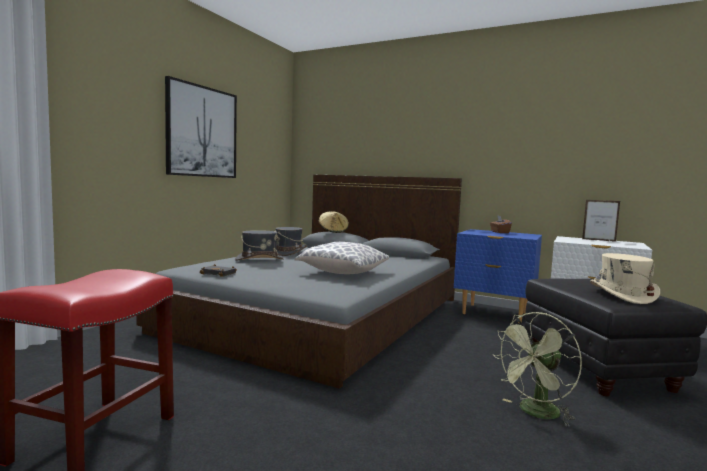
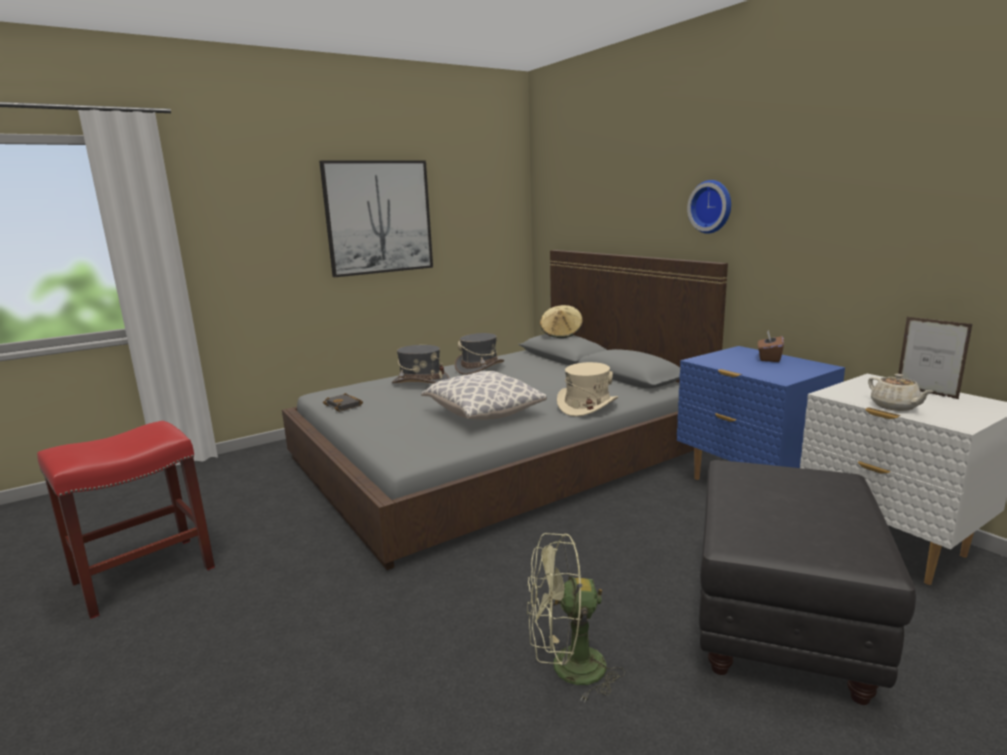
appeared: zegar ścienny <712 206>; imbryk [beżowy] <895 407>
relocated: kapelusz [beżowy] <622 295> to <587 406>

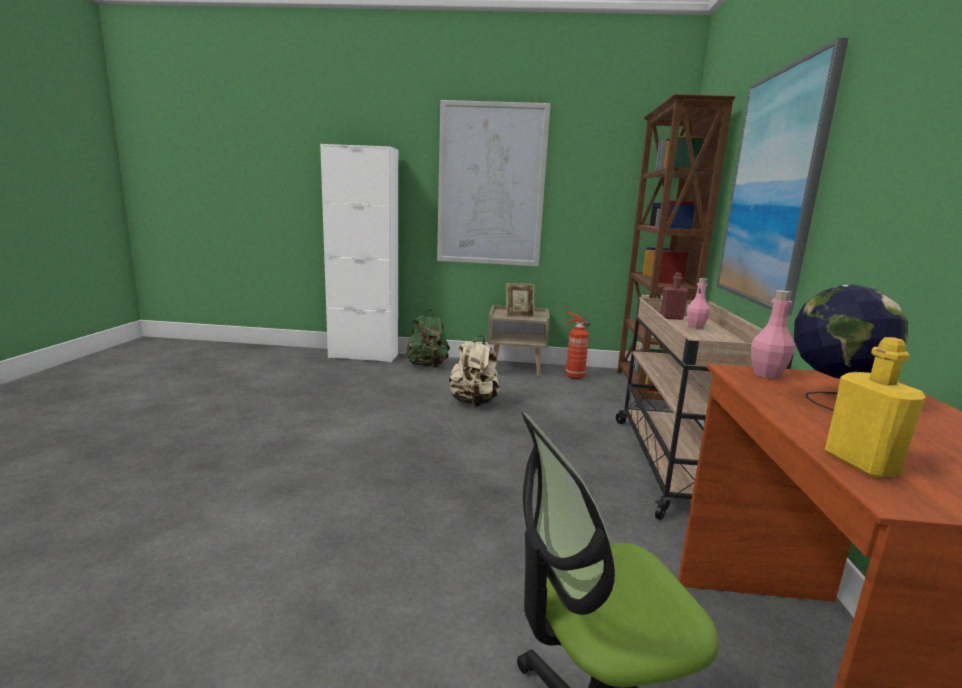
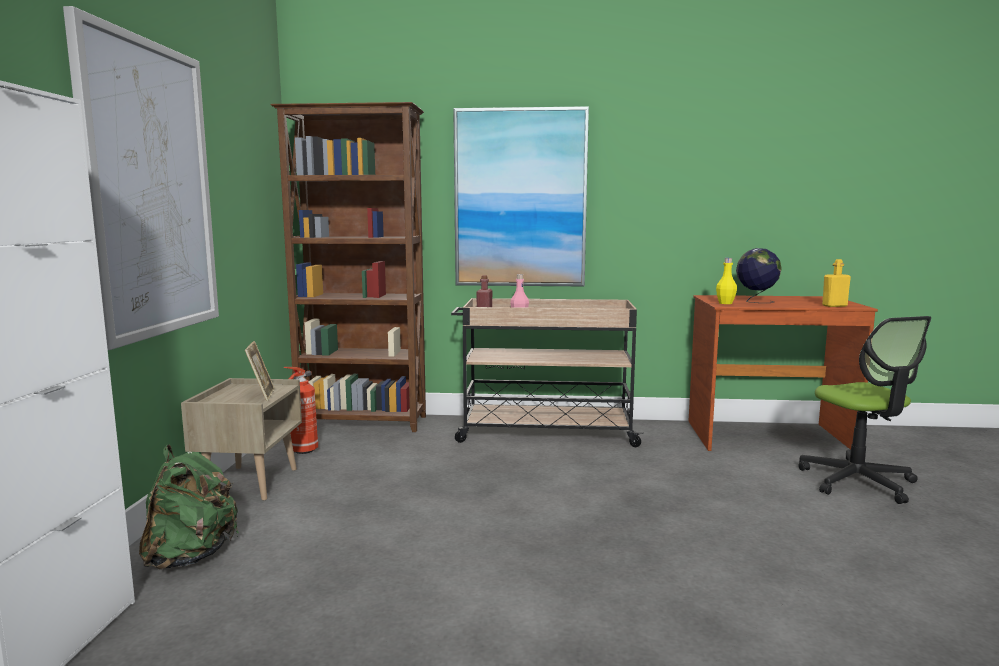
missing: plecak [beżowy] <474 403>
colour: butelka [różowy] <767 375> to butelka [żółty] <725 303>

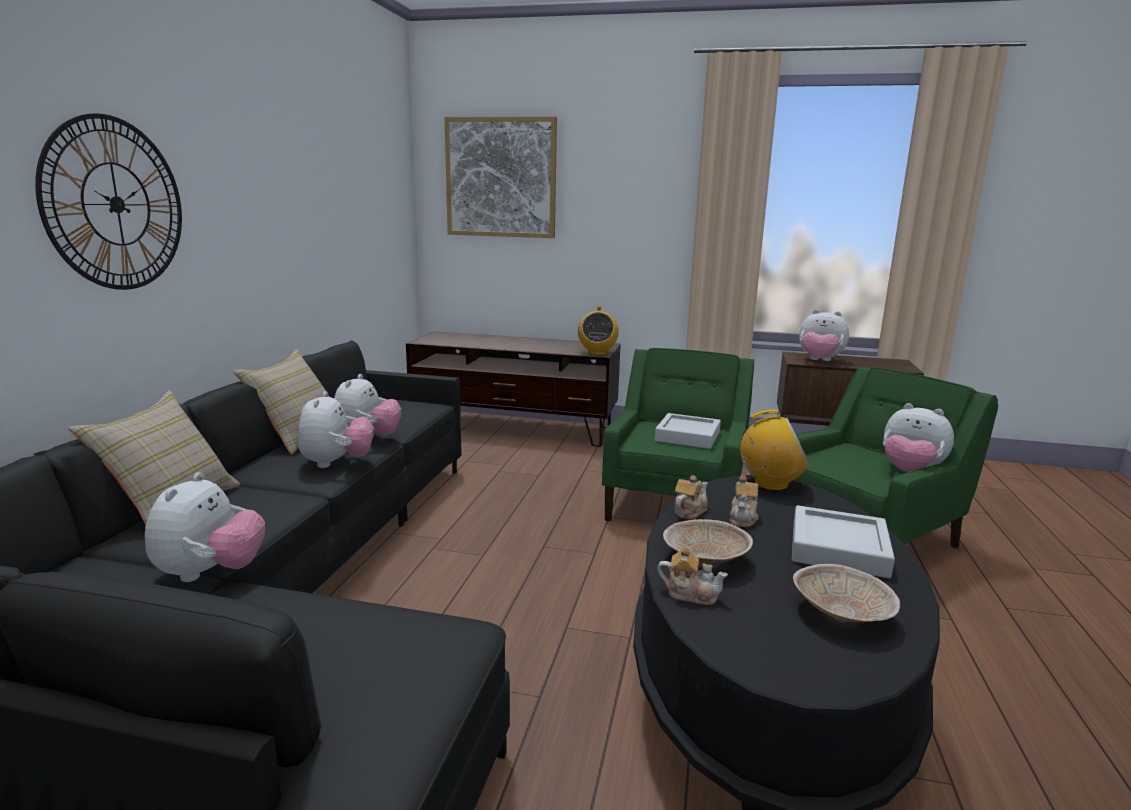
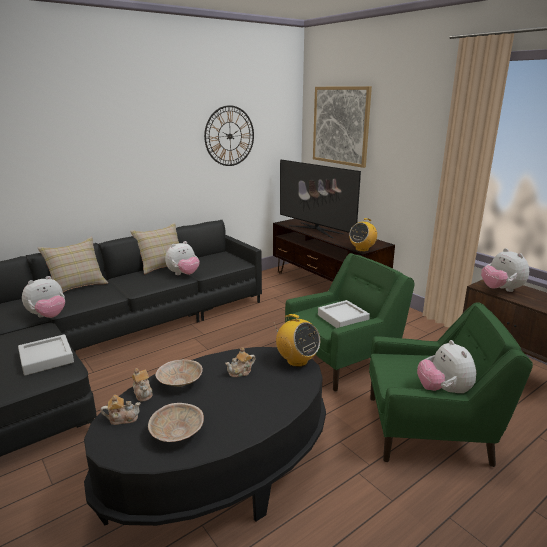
missing: pluszak <336 463>
appeared: telewizor <315 229>
relocated: taca [szary] <838 549> to <46 358>; imbryk <689 511> to <122 418>; zegar ścienny <116 204> to <229 136>

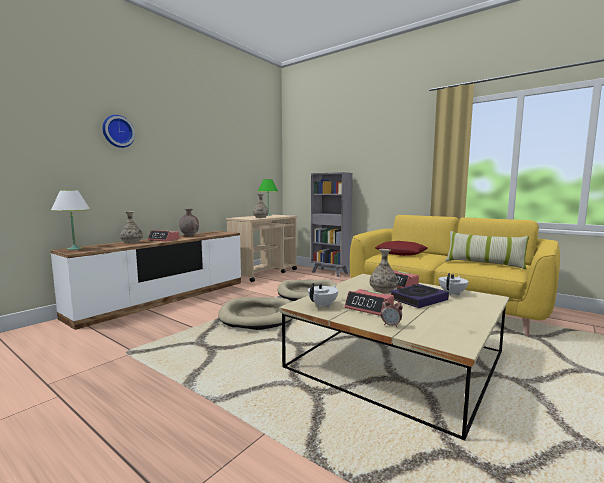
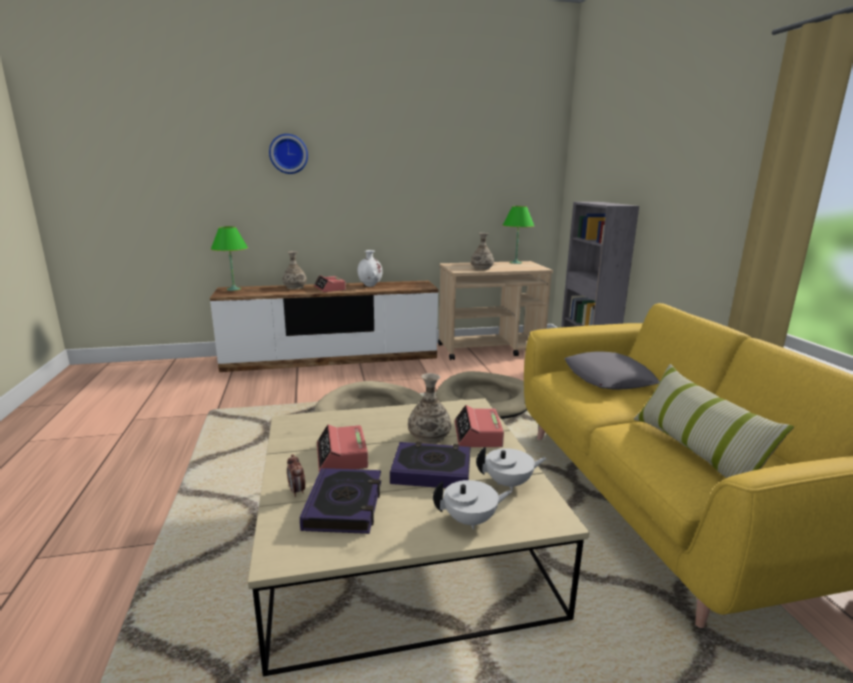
appeared: książka <344 505>
relocated: imbryk [biały] <323 305> to <471 520>
colour: lampa stołowa [biały] <74 248> to lampa stołowa [zielony] <233 289>; wazon [brązowy] <189 236> to wazon [biały] <370 286>; poduszka [czerwony] <401 253> to poduszka [szary] <608 378>

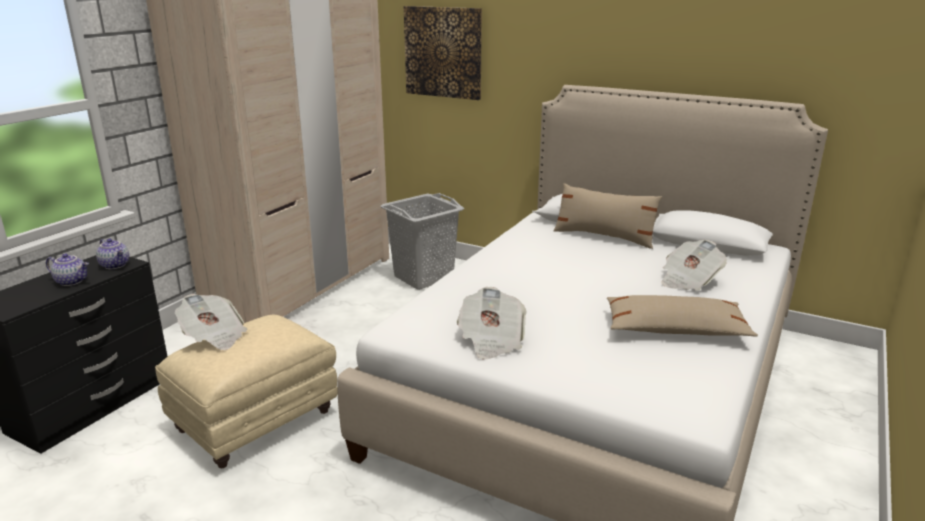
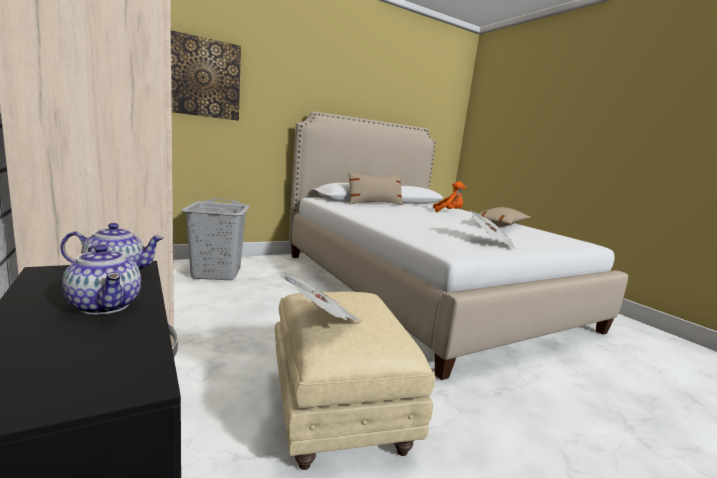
exchanged: gazeta <688 280> to pluszak [pomarańczowy] <448 212>
spun: imbryk <72 281> = <107 306> 90 degrees clockwise

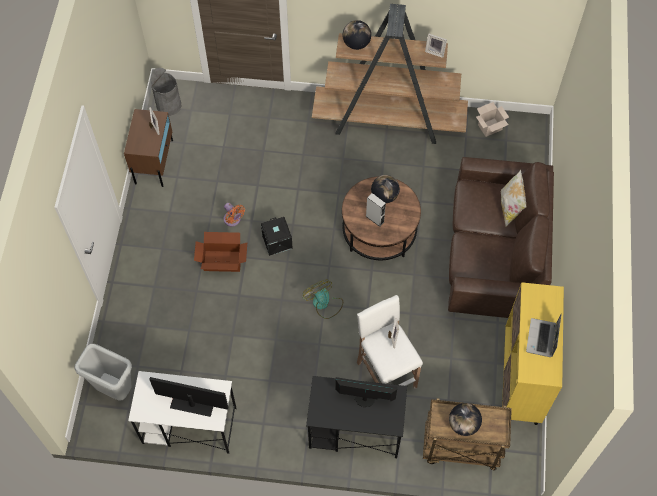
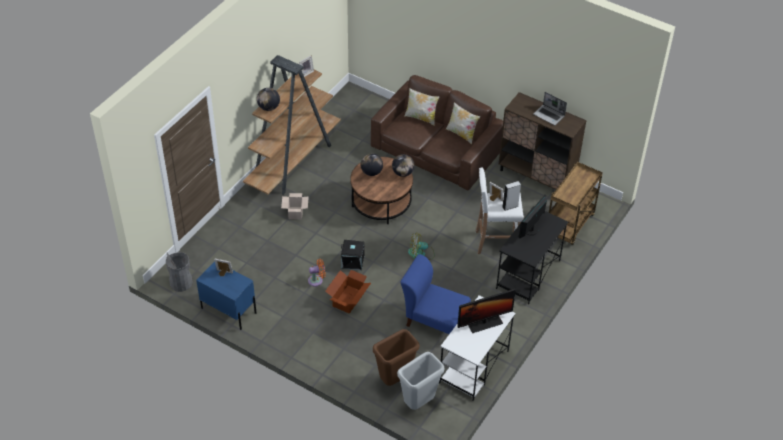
appeared: kosz na śmieci [brązowy] <395 380>; krzesło [niebieski] <434 320>; poduszka <461 134>
relocated: karton <490 127> to <295 213>; globus <463 424> to <403 173>; głośnik [szary] <375 219> to <510 206>
colour: szafka nocna [brązowy] <154 161> to szafka nocna [niebieski] <228 310>; szafka [żółty] <521 378> to szafka [brązowy] <536 176>
spun: monitor <192 403> = <484 322> 150 degrees counterclockwise

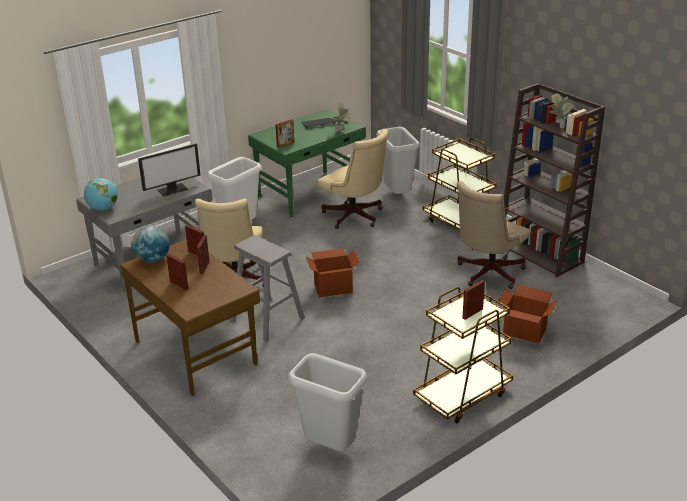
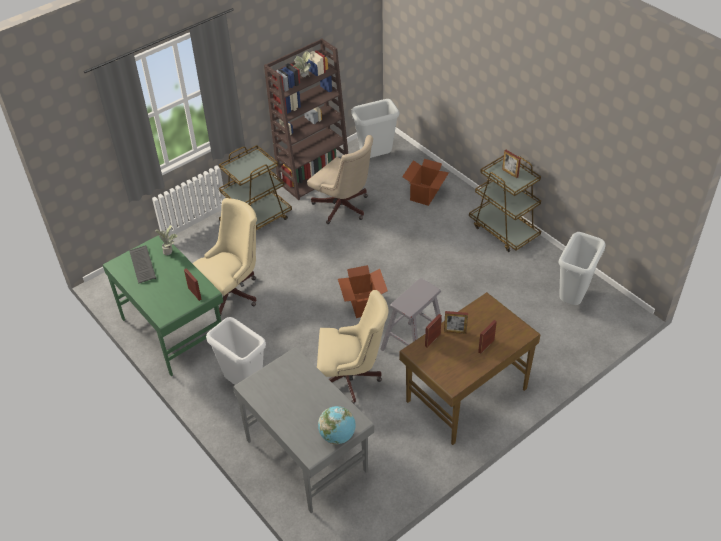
missing: globus <153 259>; monitor <173 189>
relocated: kosz na śmieci [szary] <398 195> to <376 157>

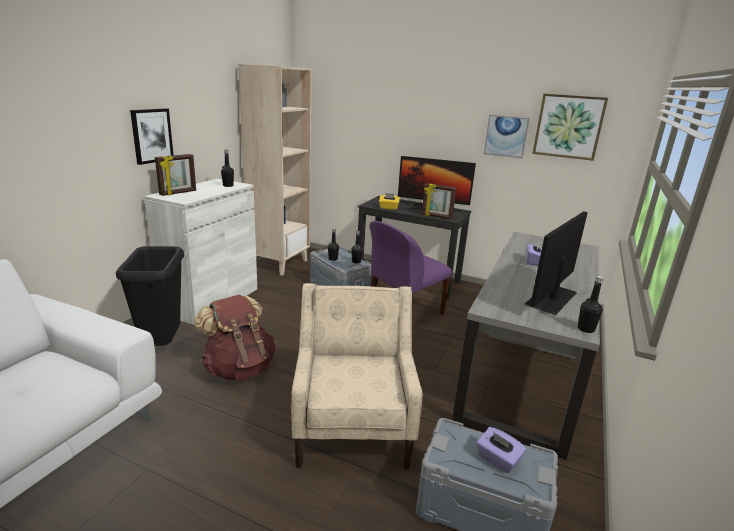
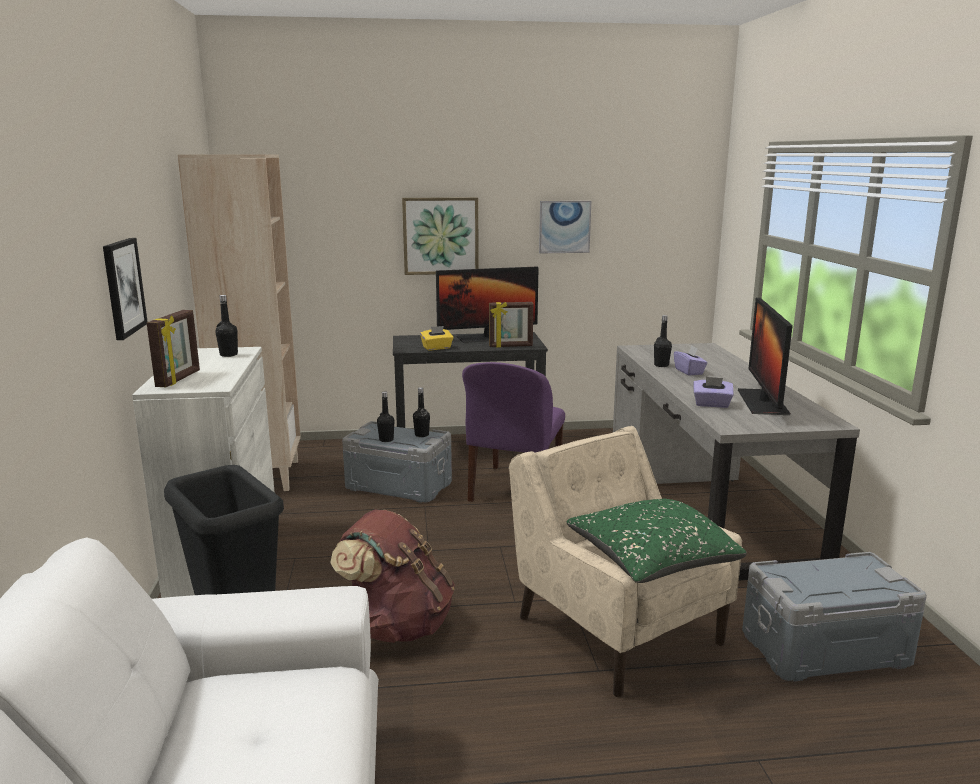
appeared: poduszka [zielony] <651 561>
relocated: obraz <568 126> to <440 236>; butelka [czarny] <586 329> to <661 365>; pudełko chusteczek [fioletowy] <498 460> to <711 404>

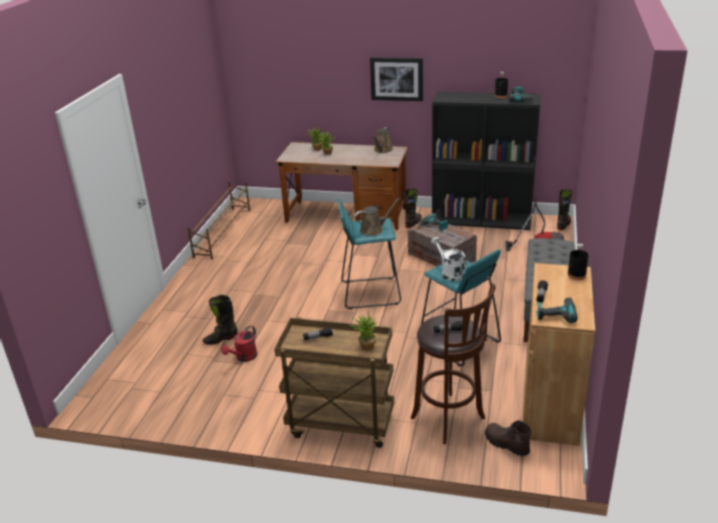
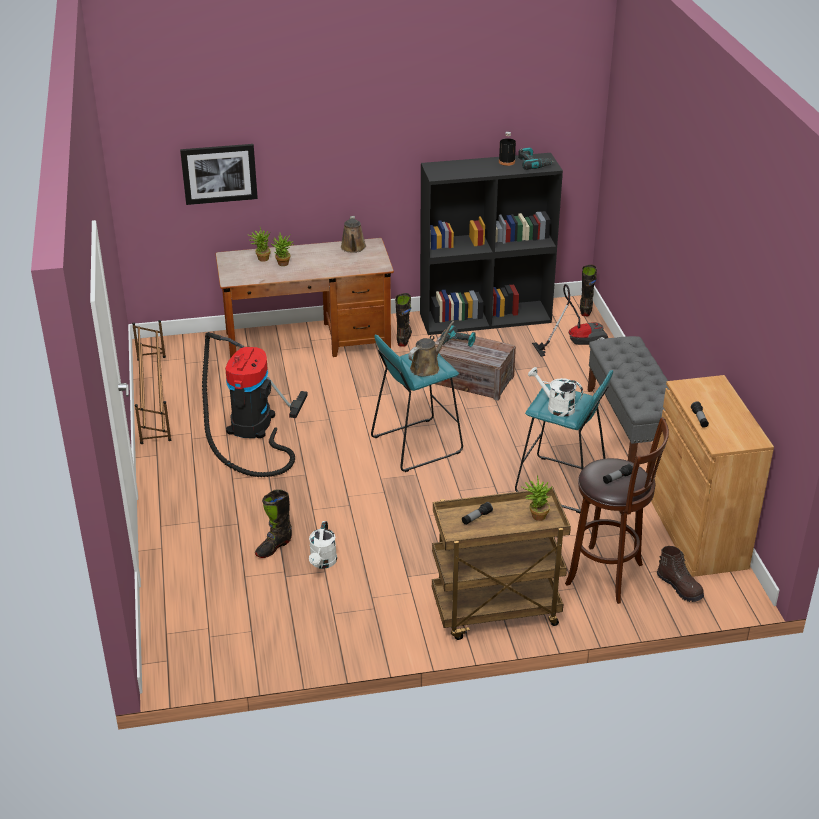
missing: wiertarka <555 314>; butelka [czarny] <576 275>
appeared: odkurzacz <250 428>
relocated: obraz <396 79> to <219 173>
colour: konewka [czerwony] <244 357> to konewka [biały] <322 563>
spun: but z cholewką [brązowy] <506 444> = <680 587> 150 degrees counterclockwise

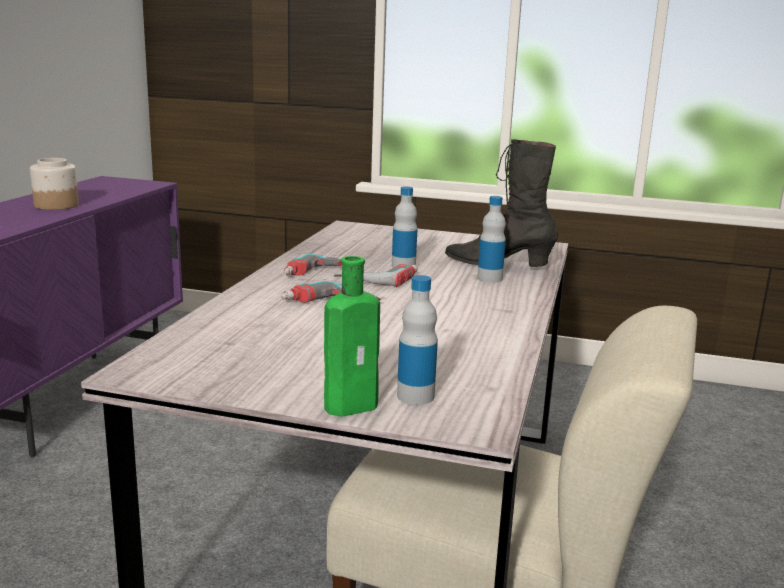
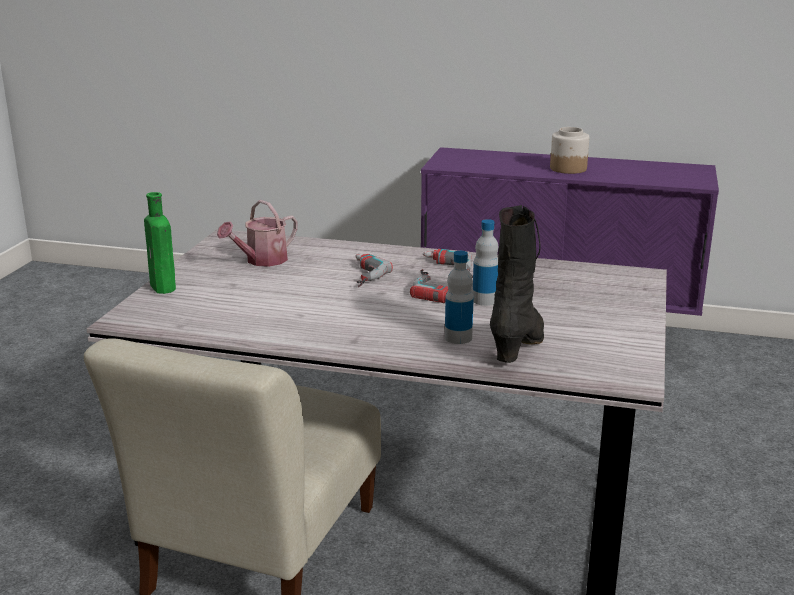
missing: butelka <415 396>
appeared: konewka <261 261>

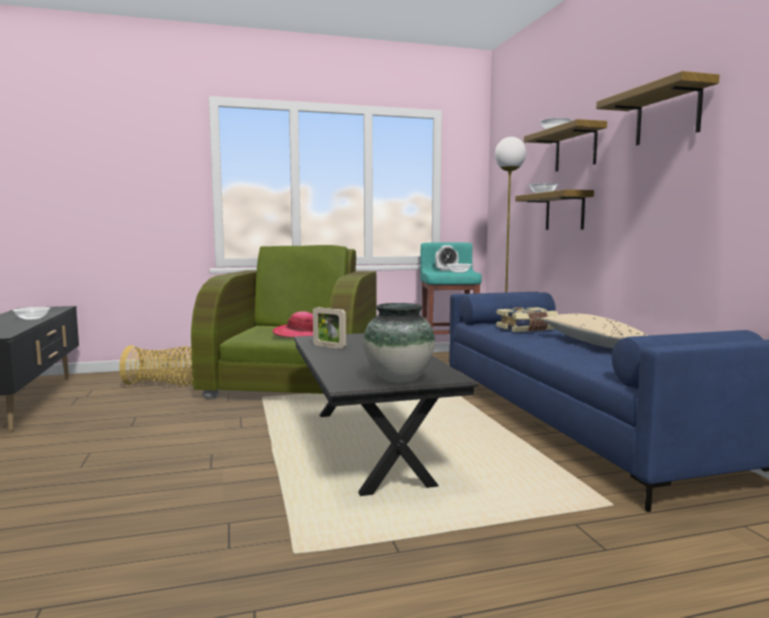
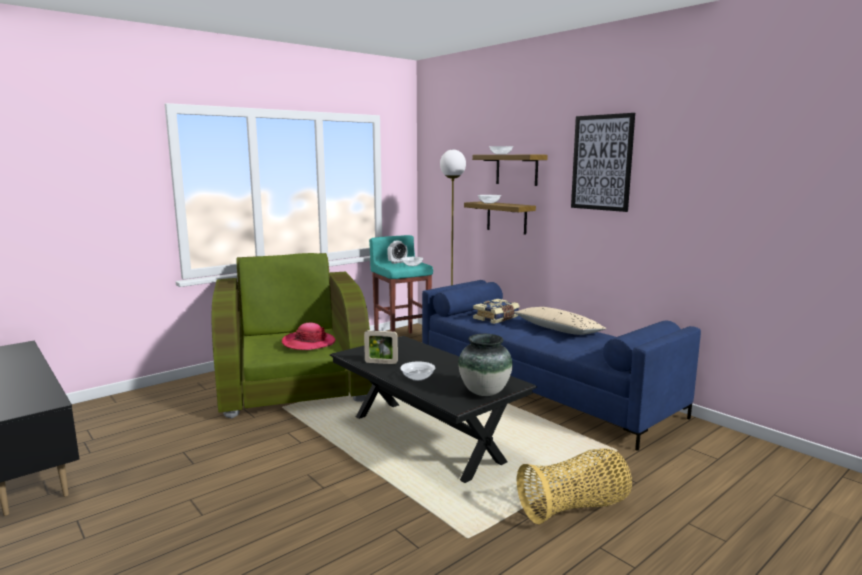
relocated: miska <32 319> to <418 378>; koszyk <166 385> to <575 508>
exchanged: półka <667 114> to obraz <602 162>

